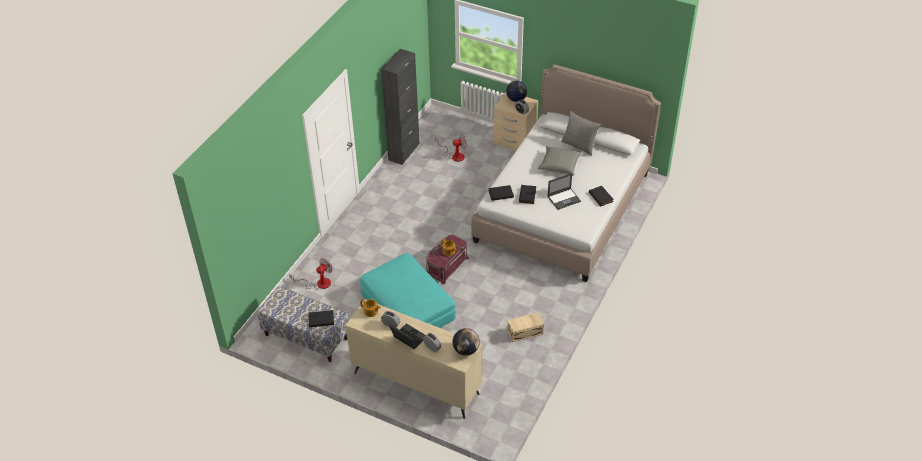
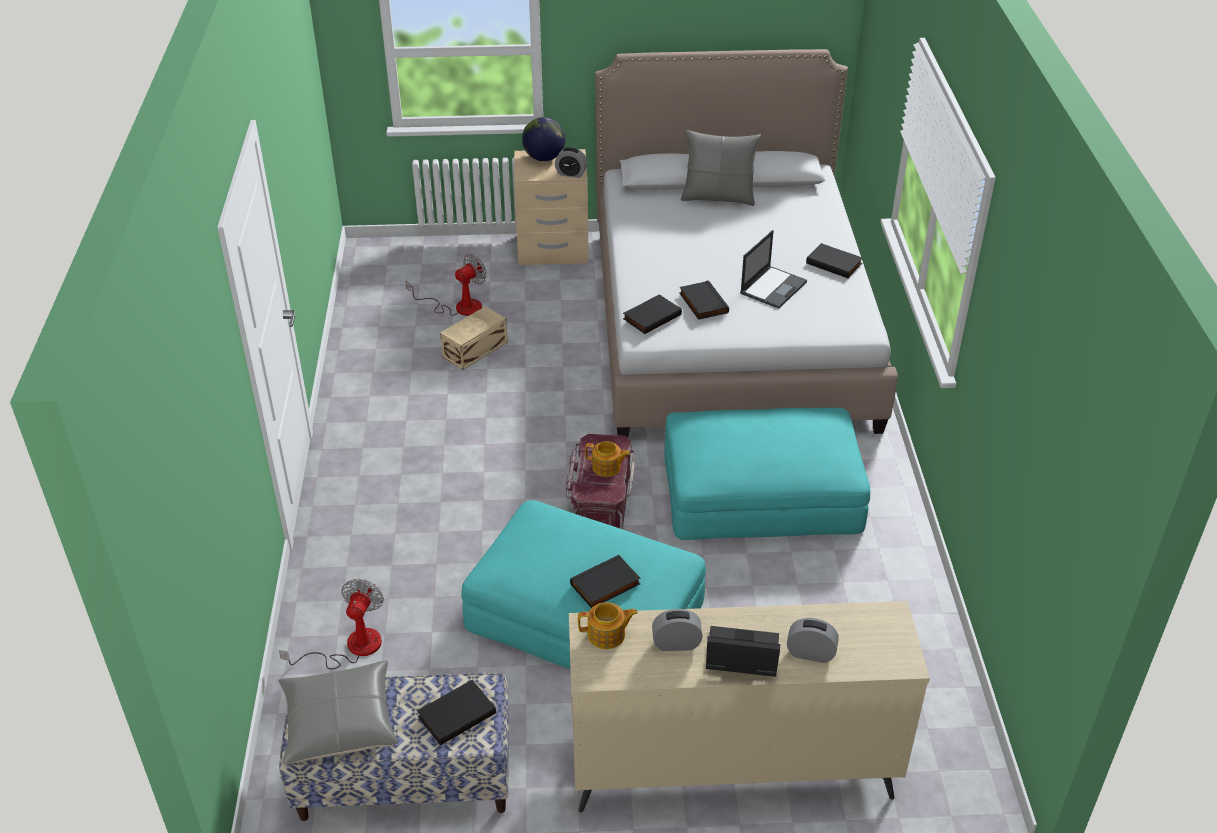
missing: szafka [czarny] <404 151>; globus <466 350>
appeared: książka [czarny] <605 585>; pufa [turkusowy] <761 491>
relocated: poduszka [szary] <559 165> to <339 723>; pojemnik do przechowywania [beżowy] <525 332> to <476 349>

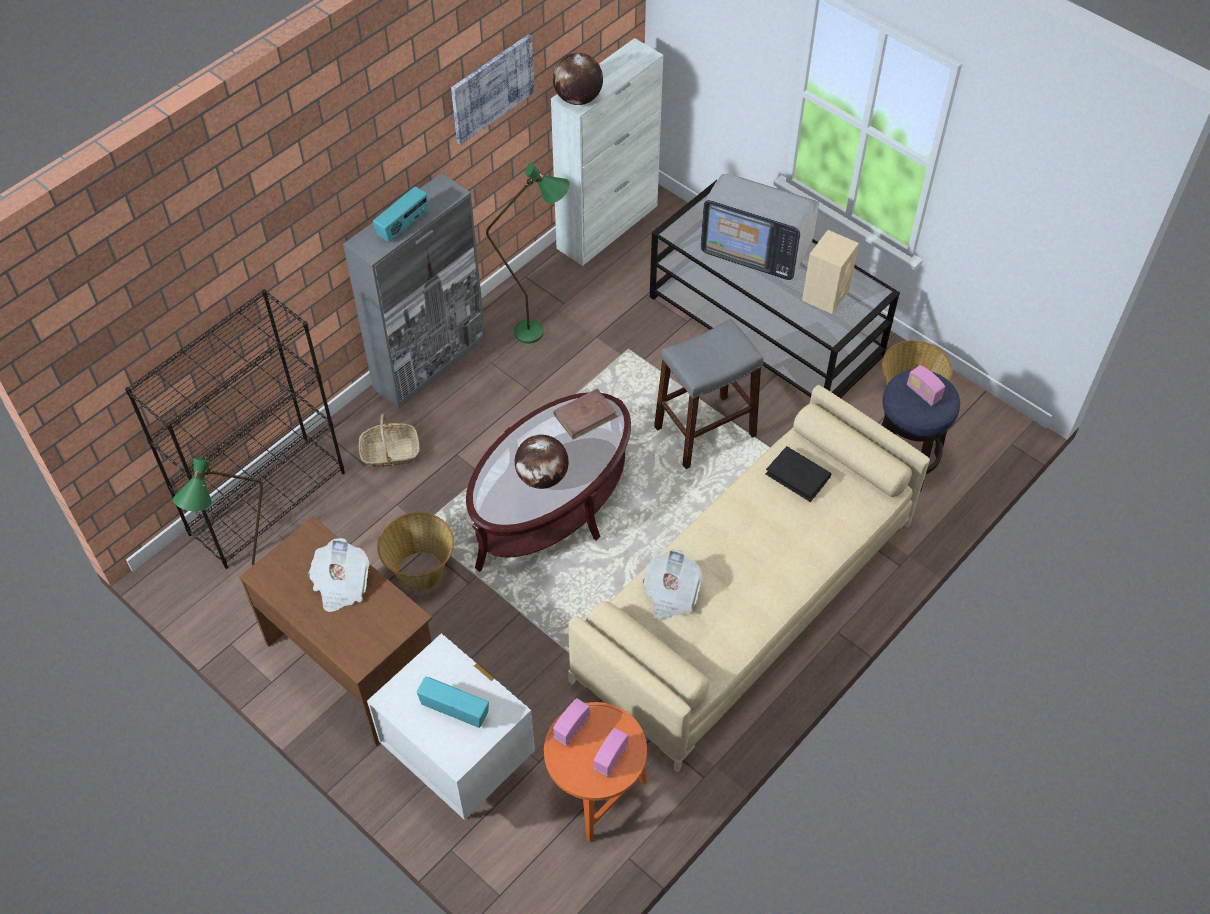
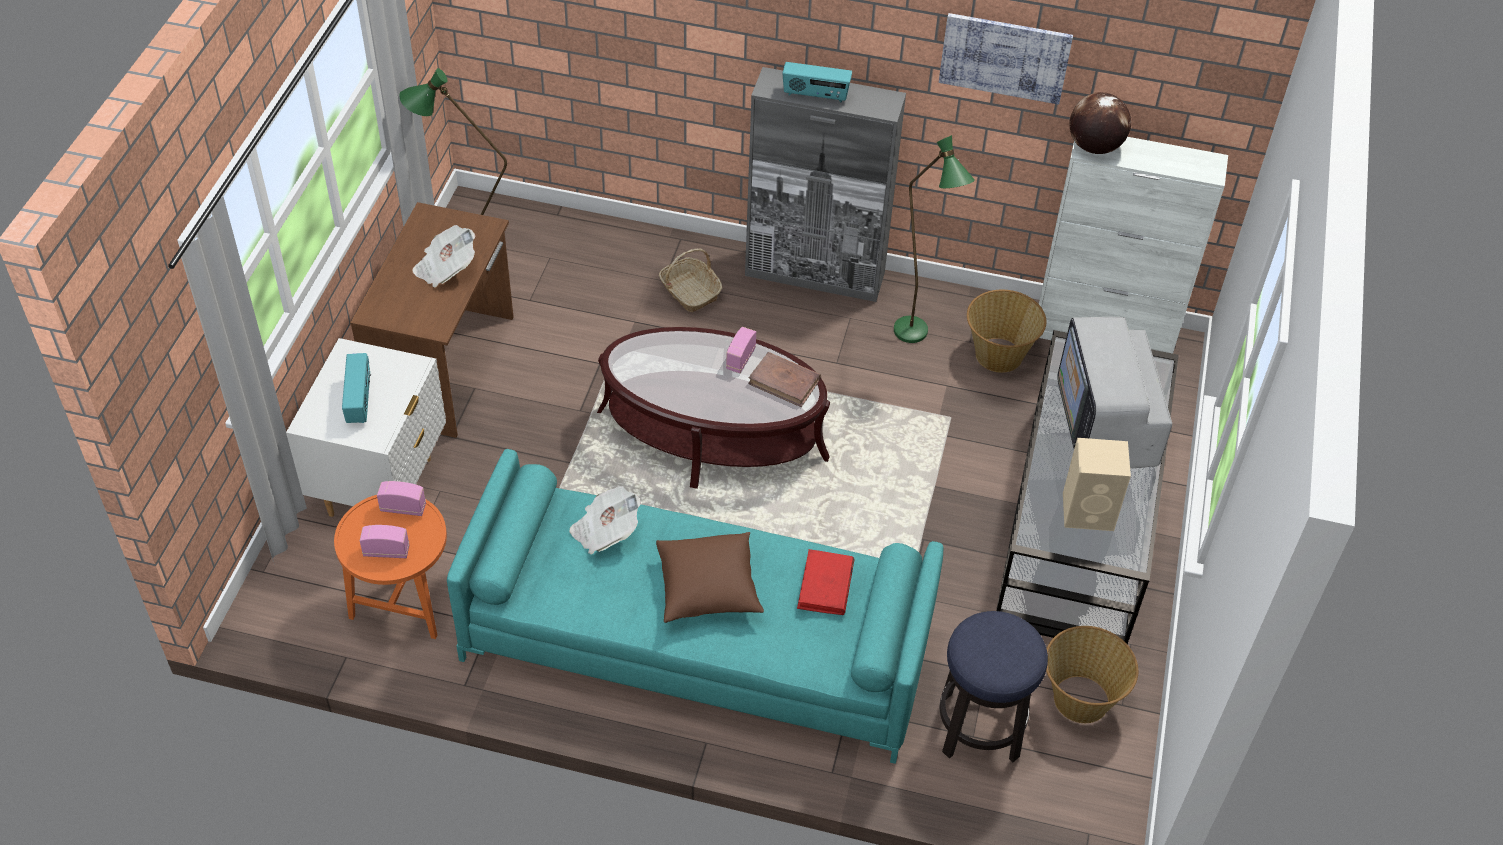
missing: regał [czarny] <268 502>; globus <542 477>; stołek [szary] <705 431>
appeared: poduszka [brązowy] <708 589>
relocated: radio <923 393> to <740 359>; koszyk <421 571> to <998 356>
colour: kanapa [beżowy] <745 600> to kanapa [turkusowy] <696 642>; książka [czarny] <798 476> to książka [czerwony] <825 585>

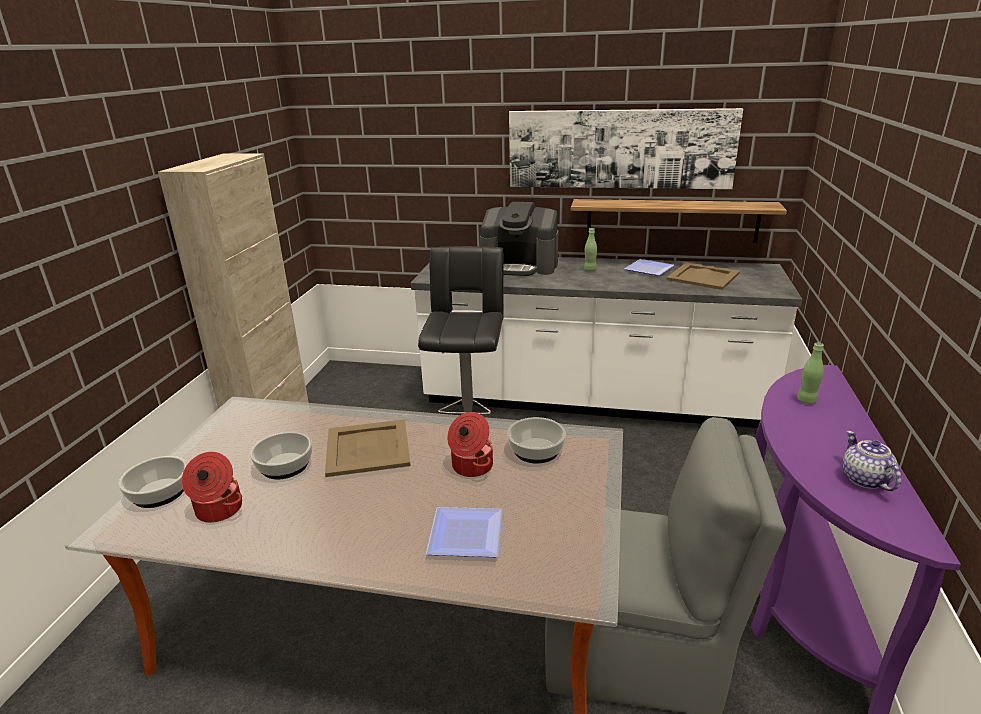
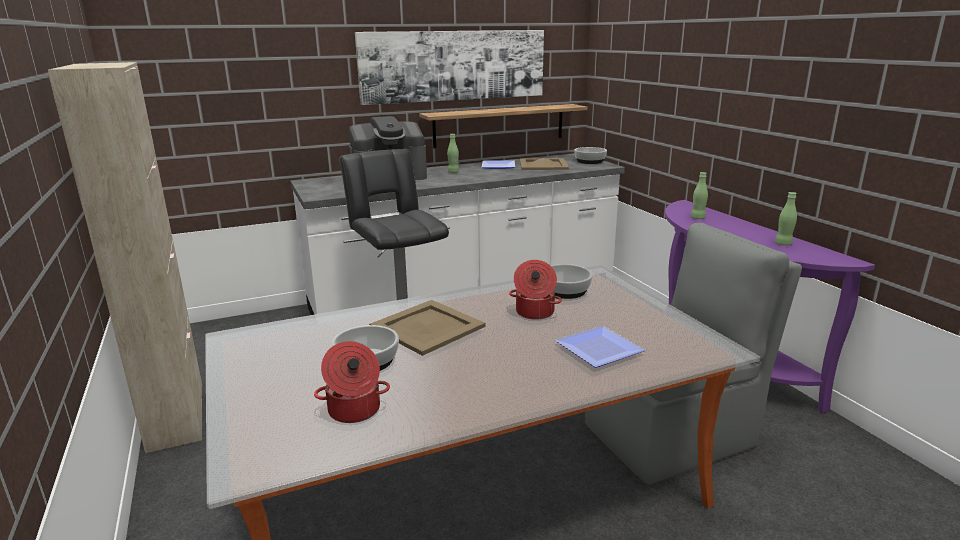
relocated: miska <159 492> to <589 161>
exchanged: imbryk <864 479> to butelka [zielony] <783 244>

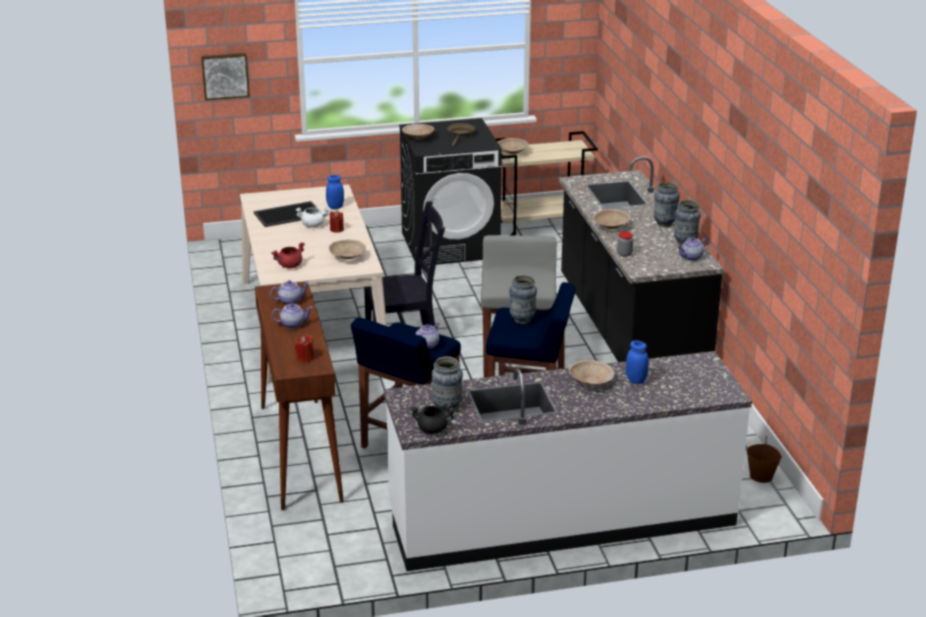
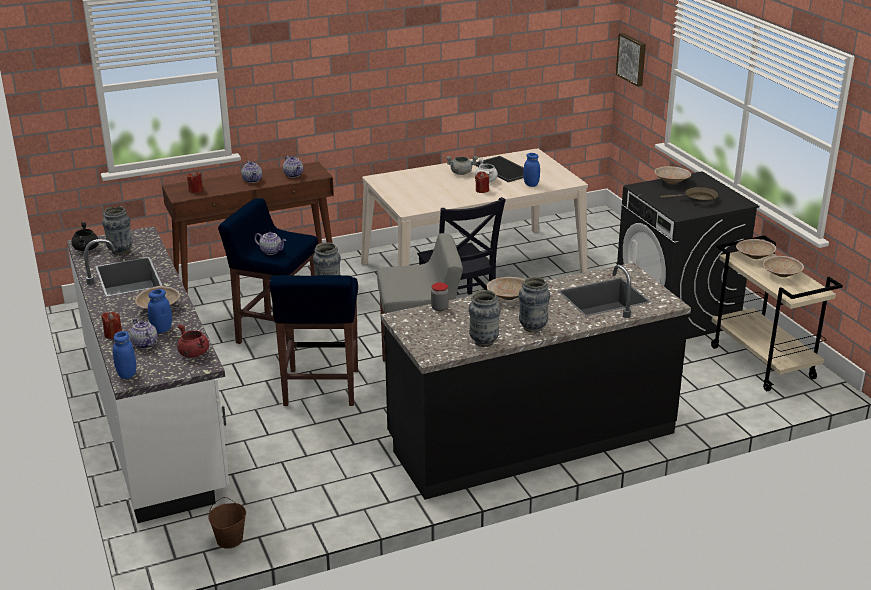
appeared: świeca [czerwony] <113 334>; słoik [niebieski] <126 374>; garnek [szary] <461 173>
relocated: imbryk <691 258> to <144 344>; garnek [czerwony] <289 266> to <193 353>; miska [beżowy] <347 257> to <781 275>

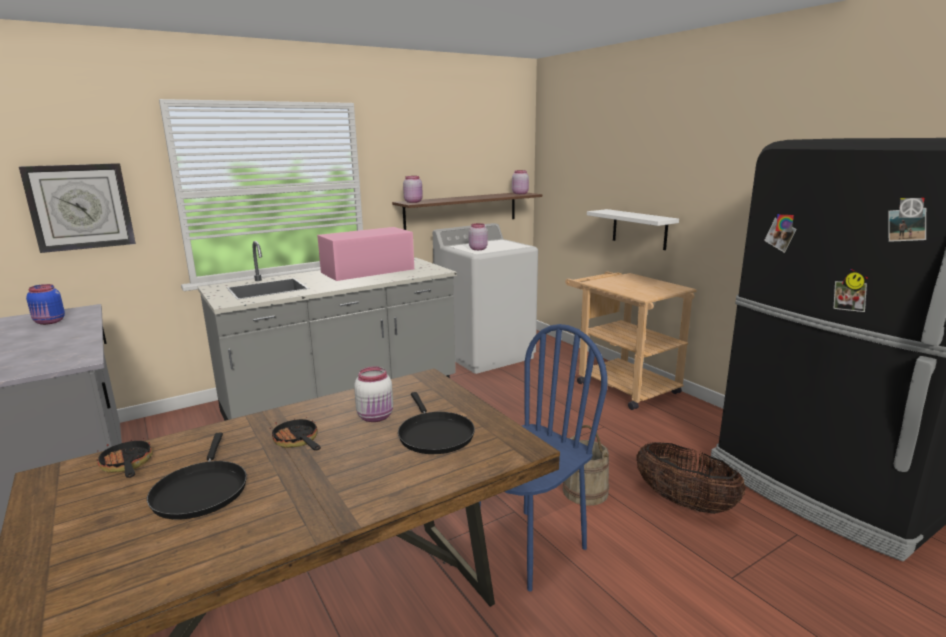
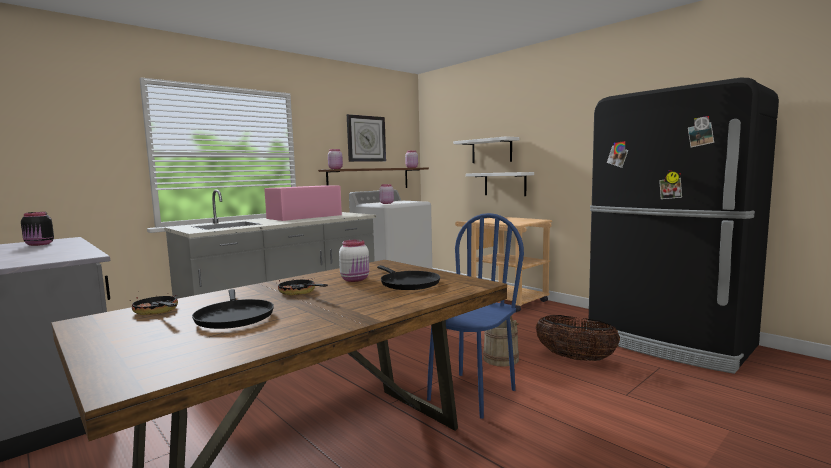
appeared: półka [biały] <491 151>
relocated: zegar ścienny <80 207> to <366 138>
colour: słoik [niebieski] <50 322> to słoik [czarny] <39 244>

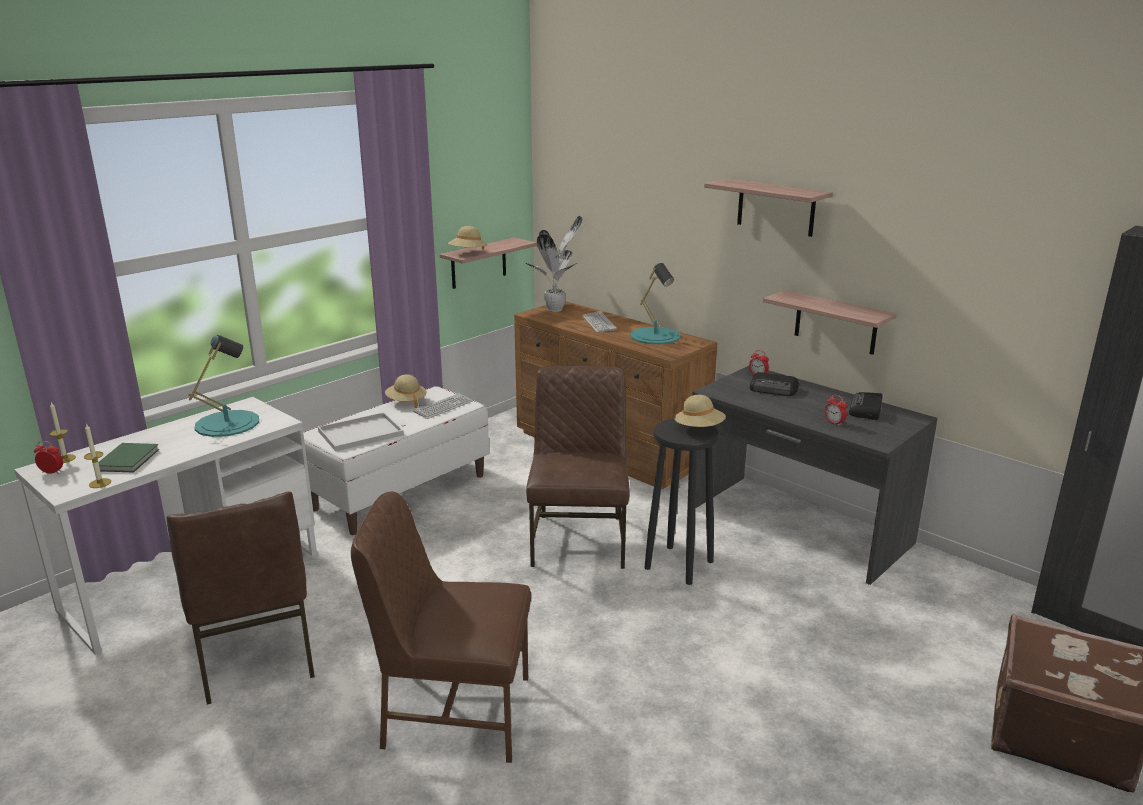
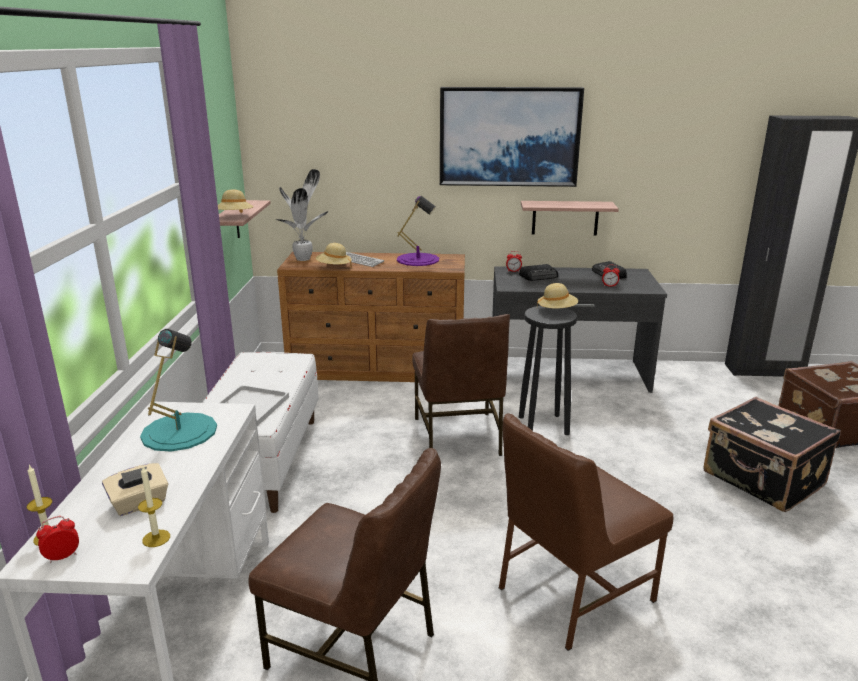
missing: klawiatura <443 407>
appeared: walizka [czarny] <762 480>
relocated: kapelusz [beżowy] <406 401> to <334 267>
exchanged: książka [zielony] <129 459> to pudełko chusteczek [beżowy] <139 503>; półka <776 207> to obraz <509 137>
colour: lampa stołowa [turkusowy] <655 336> to lampa stołowa [fioletowy] <418 259>
spun: krzesło [brązowy] <579 539> = <458 437> 150 degrees counterclockwise

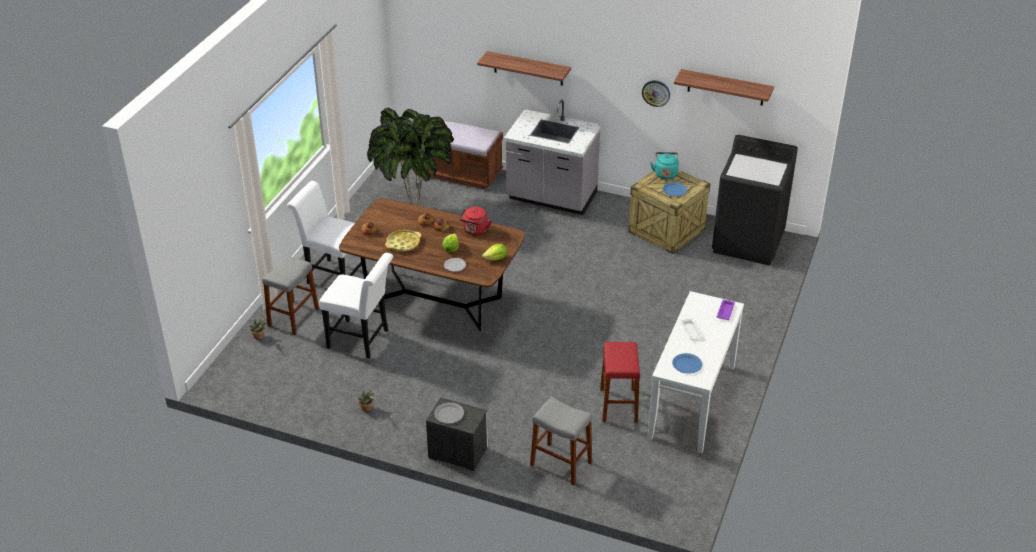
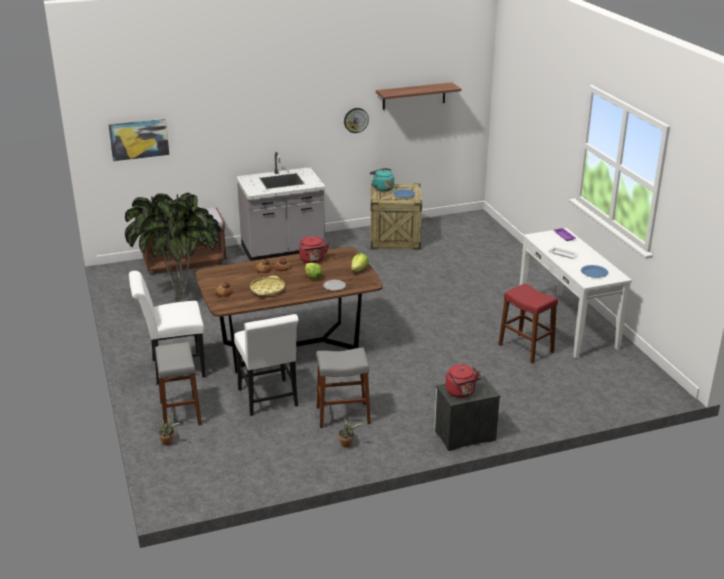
missing: półka <528 68>; pralka [czarny] <748 242>
appeared: obraz <139 139>
relocated: stołek [szary] <561 464> to <343 415>
exchanged: talerz [szary] <449 414> to czajnik [czerwony] <461 392>
spun: krzesło [biały] <362 340> = <269 400> 90 degrees clockwise

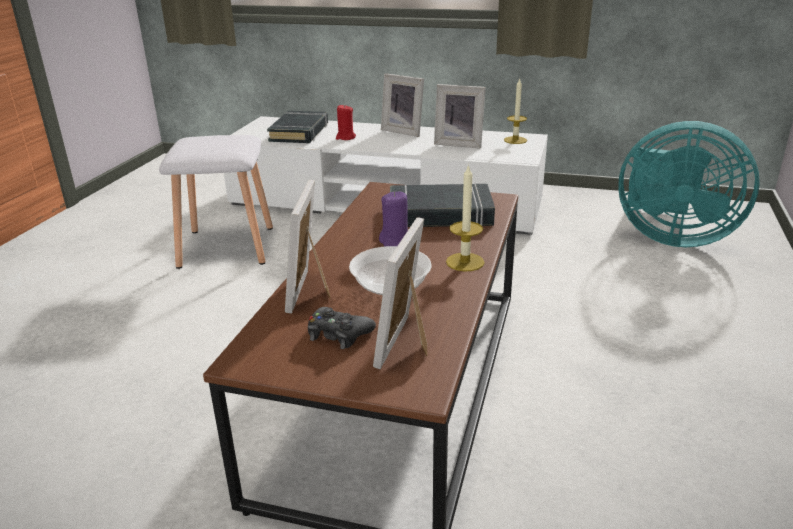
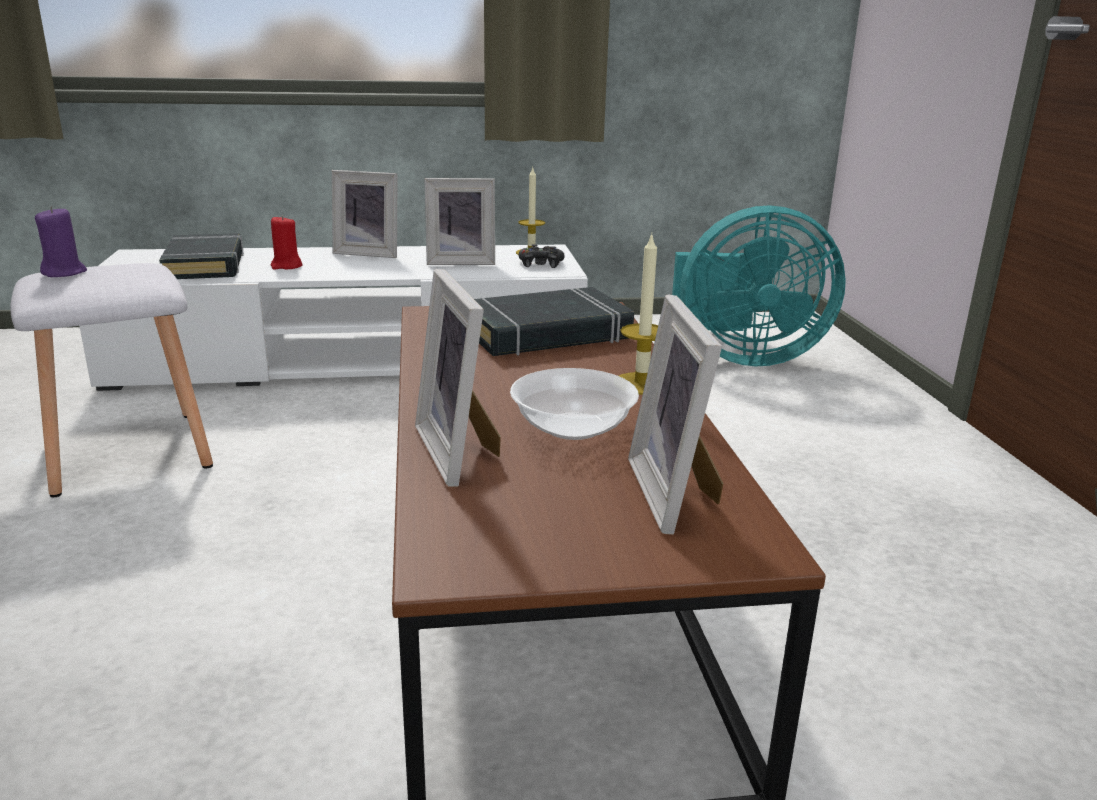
relocated: świeca [fioletowy] <396 241> to <64 273>; pad do gier [czarny] <338 334> to <540 264>

